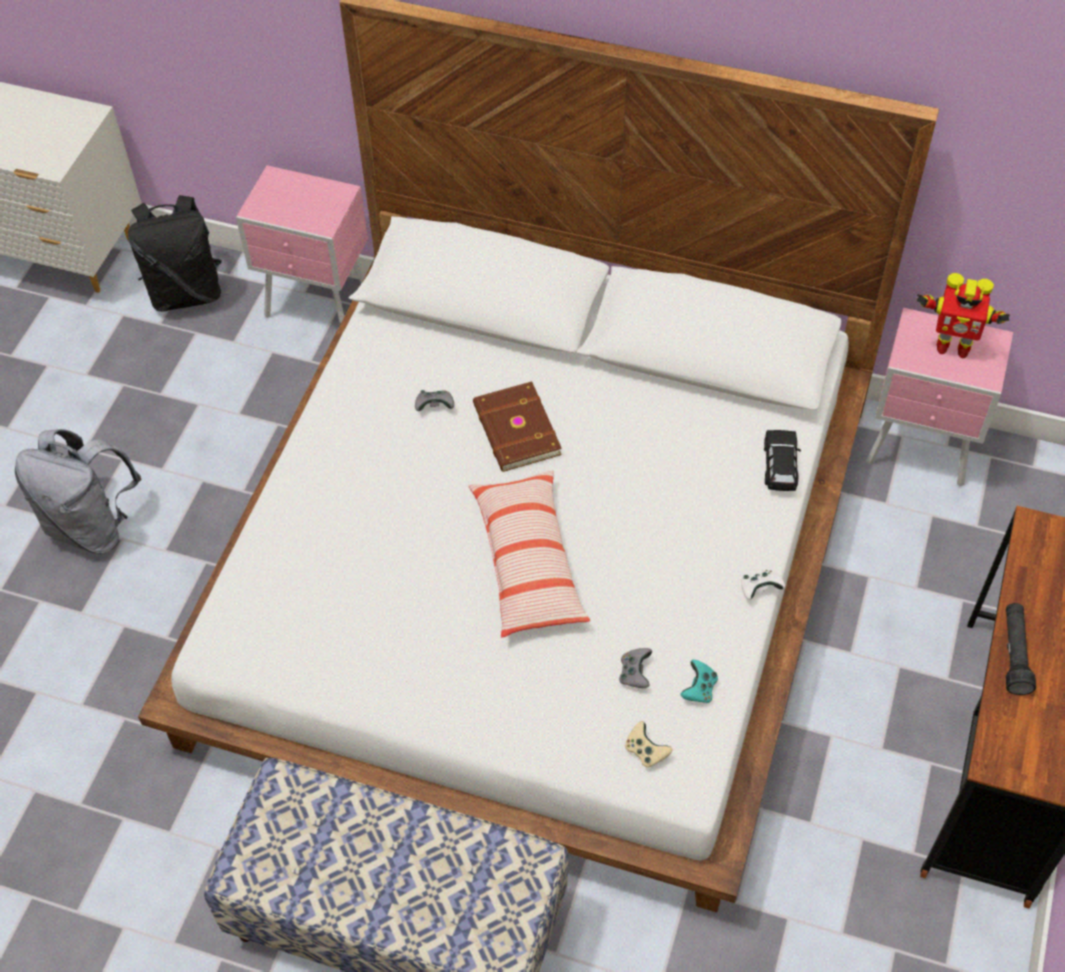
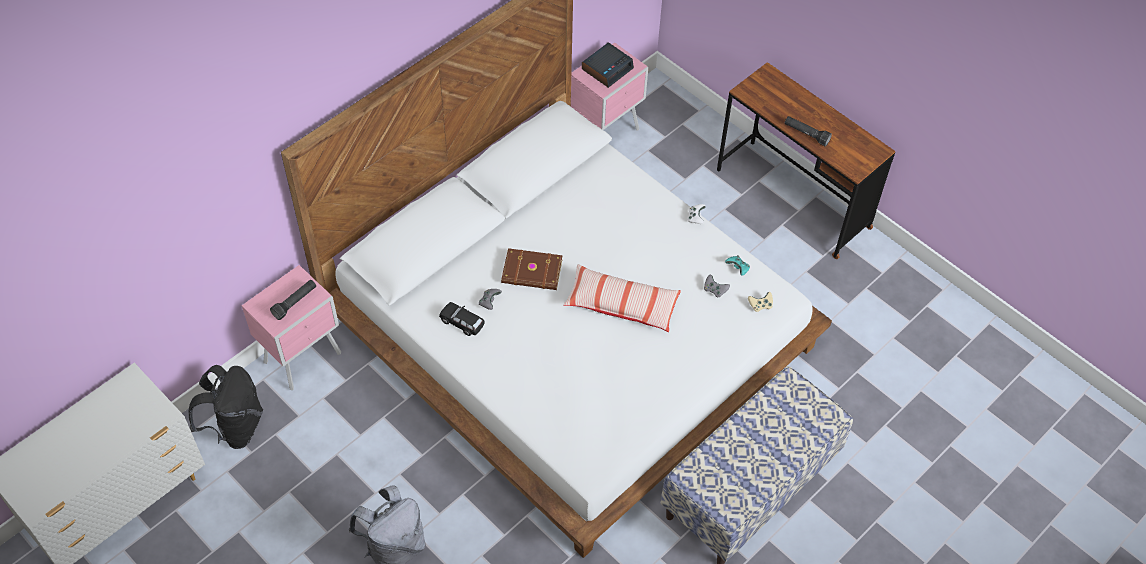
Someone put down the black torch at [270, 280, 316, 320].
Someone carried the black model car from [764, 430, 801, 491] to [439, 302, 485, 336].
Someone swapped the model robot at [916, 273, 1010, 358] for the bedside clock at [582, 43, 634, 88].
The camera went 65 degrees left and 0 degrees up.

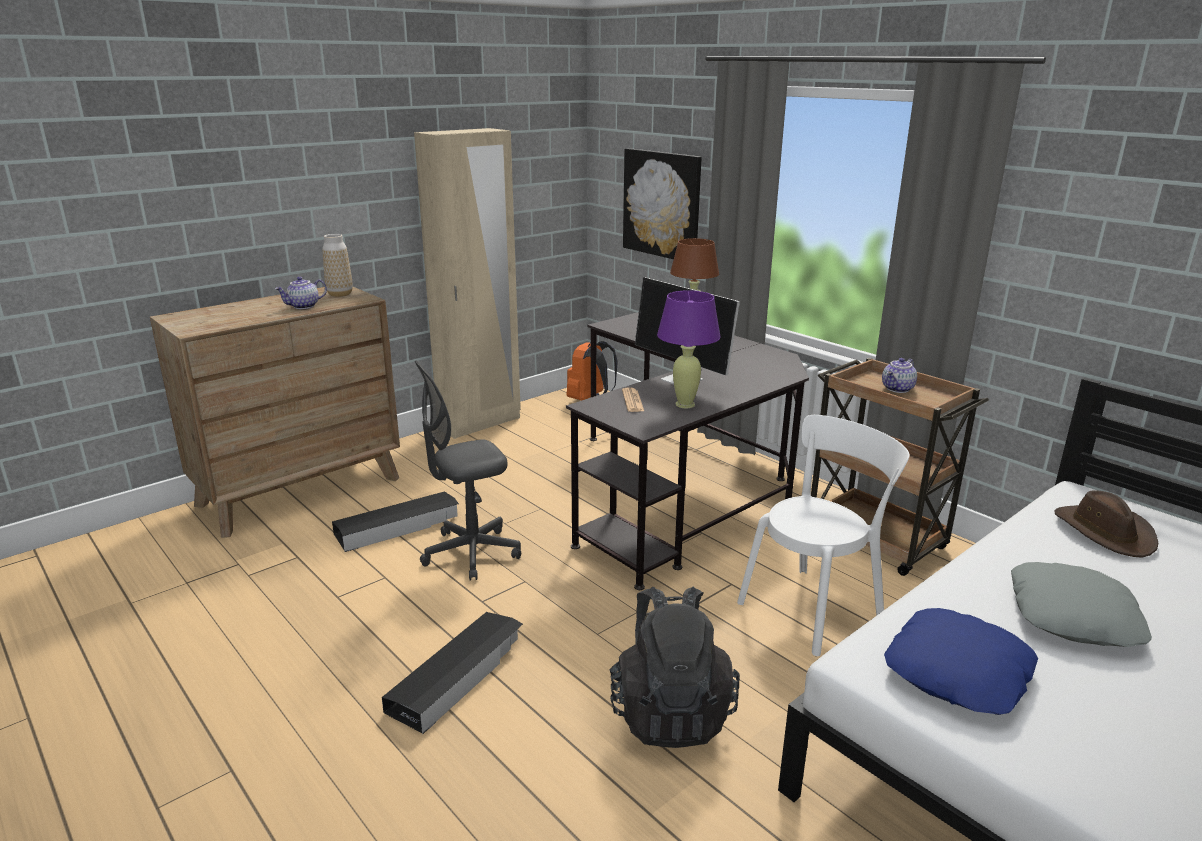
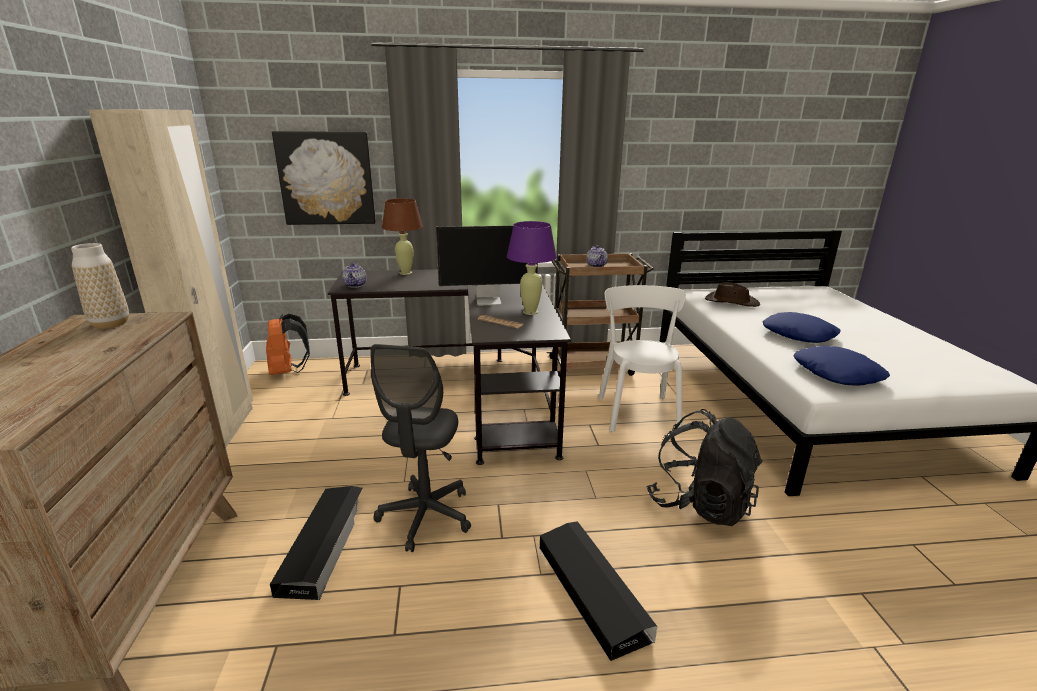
Someone carried the tea pot from [275, 277, 327, 309] to [342, 263, 367, 288].
Someone repainted the greyish throw pillow at [1011, 562, 1152, 647], which became the bluish throw pillow at [762, 312, 840, 343].
The camera went 55 degrees left and 0 degrees up.

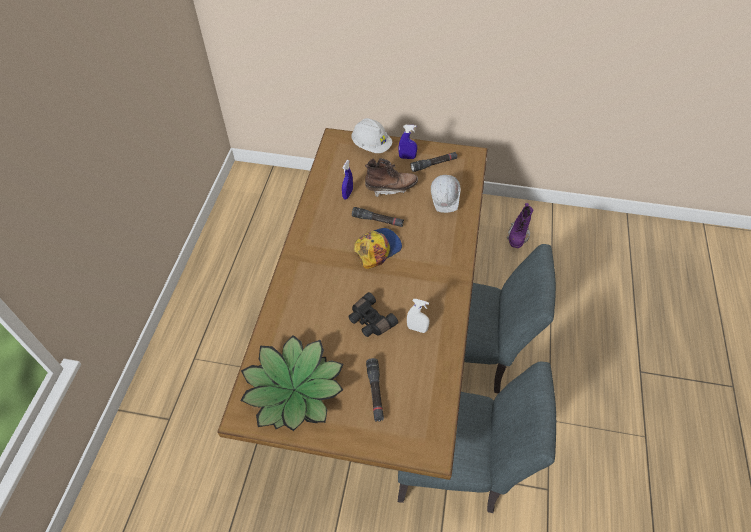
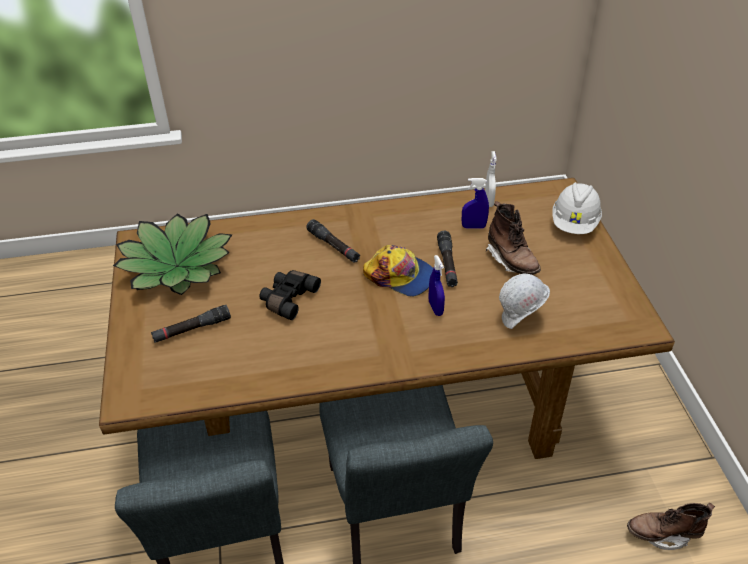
Someone carried the bluish sprayer from [399, 125, 417, 159] to [429, 255, 445, 316].
Someone carried the white-coloured sprayer from [407, 299, 430, 333] to [485, 151, 497, 207].
Someone carried the black torch from [410, 152, 458, 172] to [306, 219, 360, 263].
Someone repainted the purple-coloured boot at [507, 203, 533, 248], which became the brownish boot at [627, 502, 715, 550].
The camera went 70 degrees right and 10 degrees down.

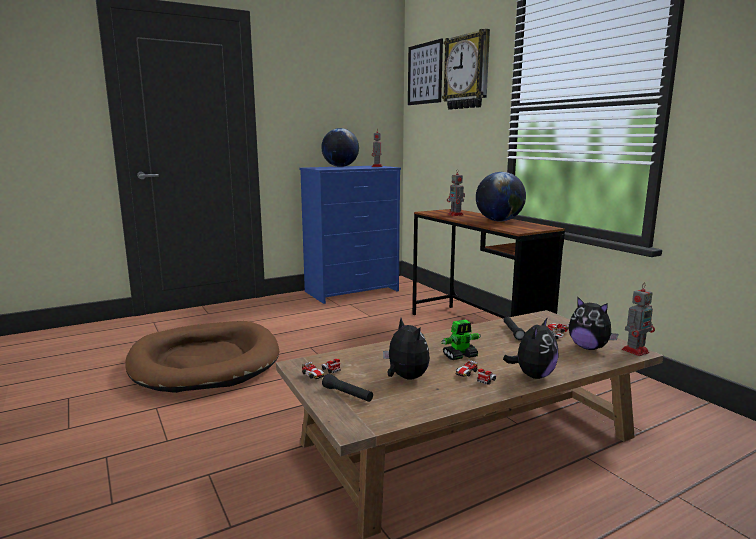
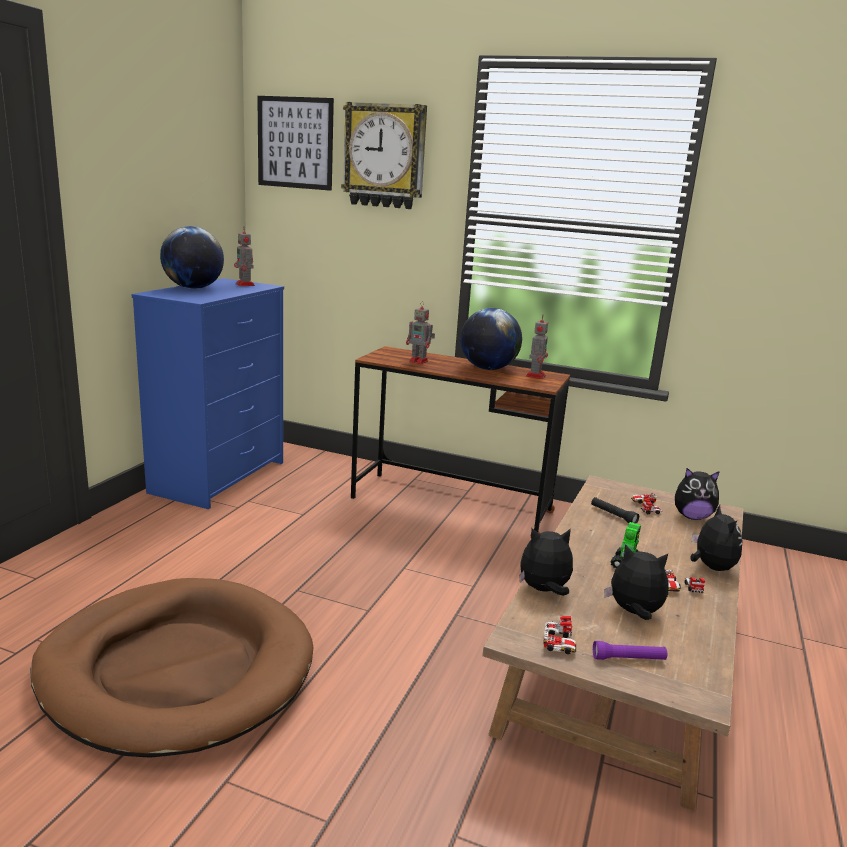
Someone put down the soft toy at [519, 528, 573, 596].
Someone carried the model robot from [622, 283, 655, 356] to [526, 315, 548, 379].
Someone repainted the black torch at [322, 374, 373, 402], which became the purple-coloured torch at [593, 641, 667, 660].
The camera went 40 degrees left and 5 degrees up.

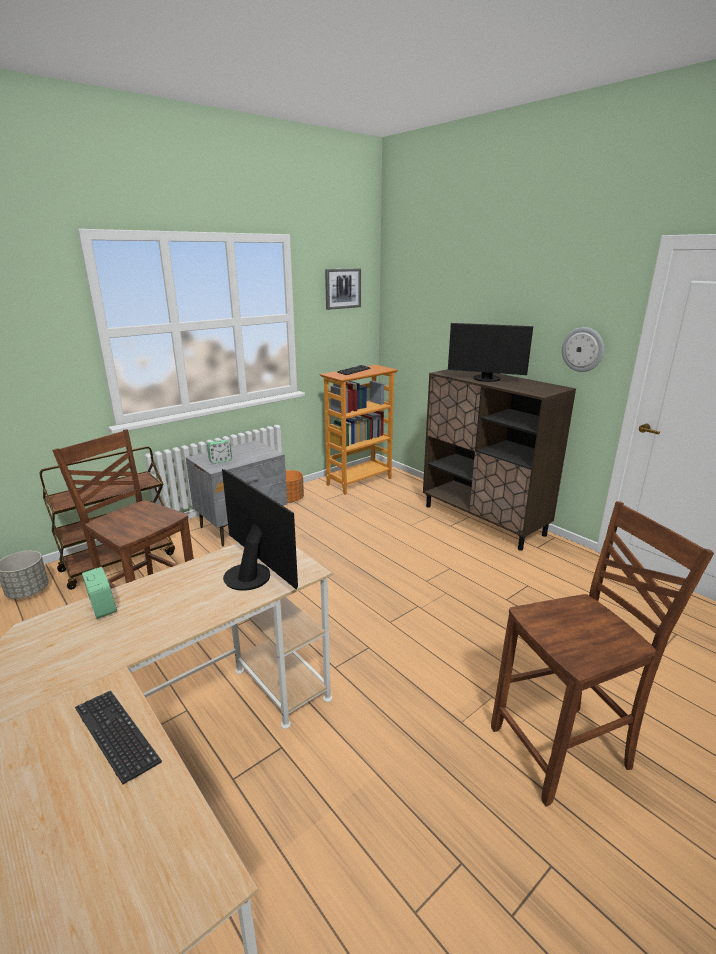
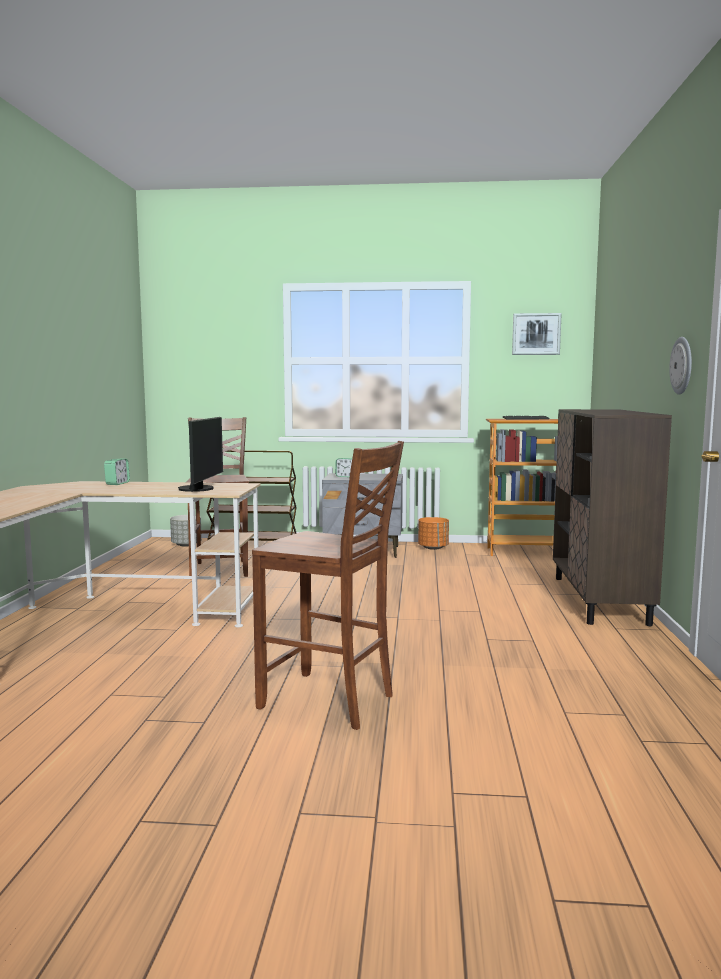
Someone took away the computer keyboard at [75, 691, 162, 784].
Someone took away the computer display at [448, 323, 533, 382].
The camera went 45 degrees right and 15 degrees down.

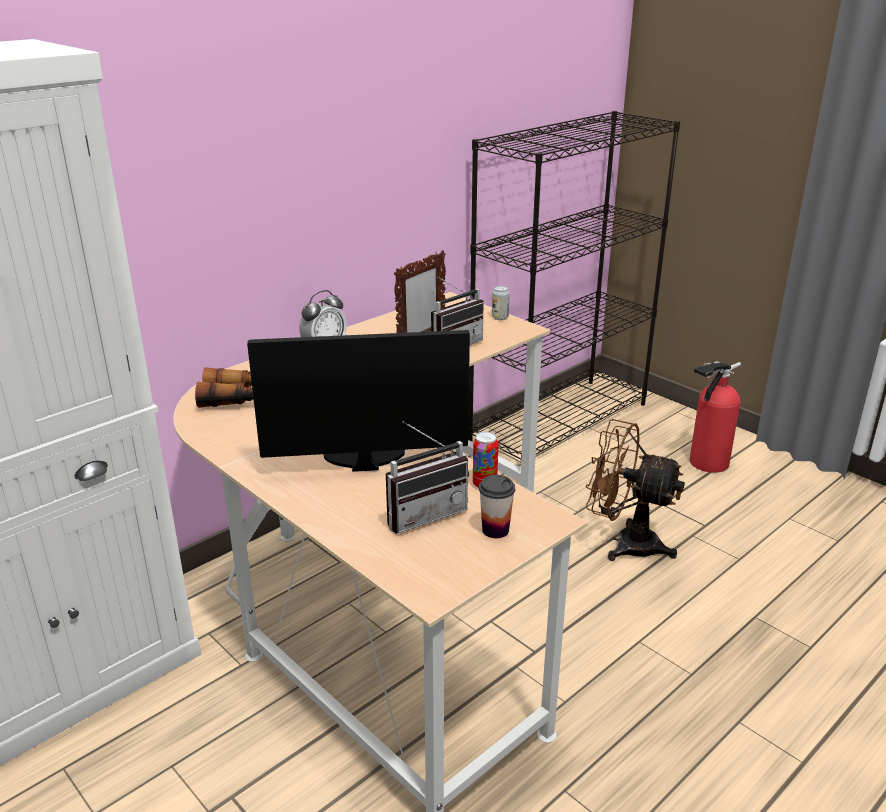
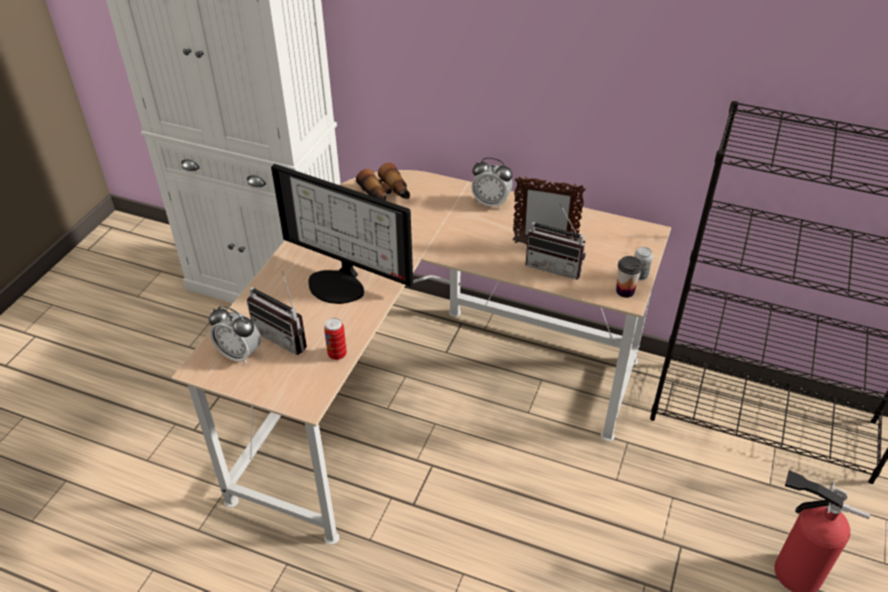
Someone took away the brownish fan at [586, 419, 685, 561].
Someone put down the bedside clock at [209, 306, 261, 364].
Someone carried the drinking cup from [479, 475, 515, 538] to [616, 256, 643, 298].
Someone rotated the computer display at [247, 330, 470, 472] by 150 degrees clockwise.
The camera went 65 degrees right and 15 degrees up.

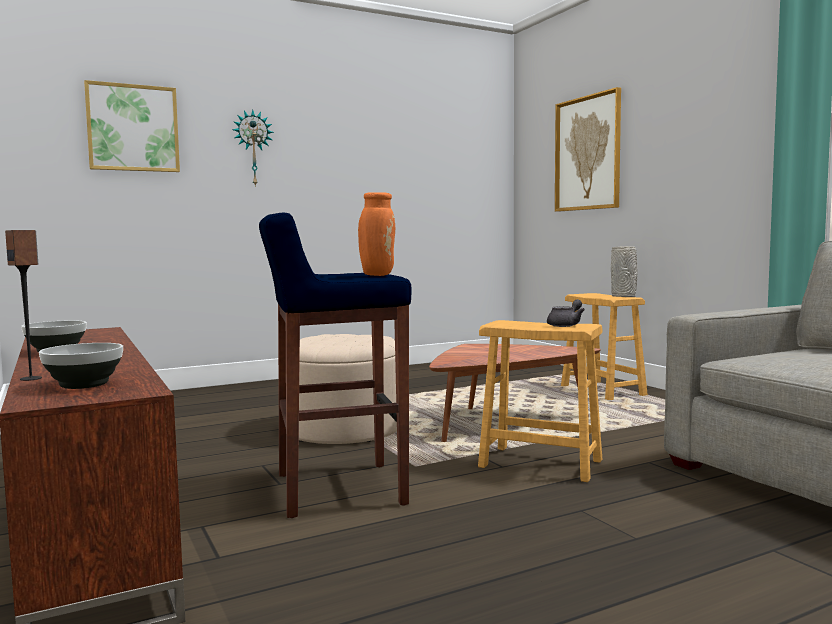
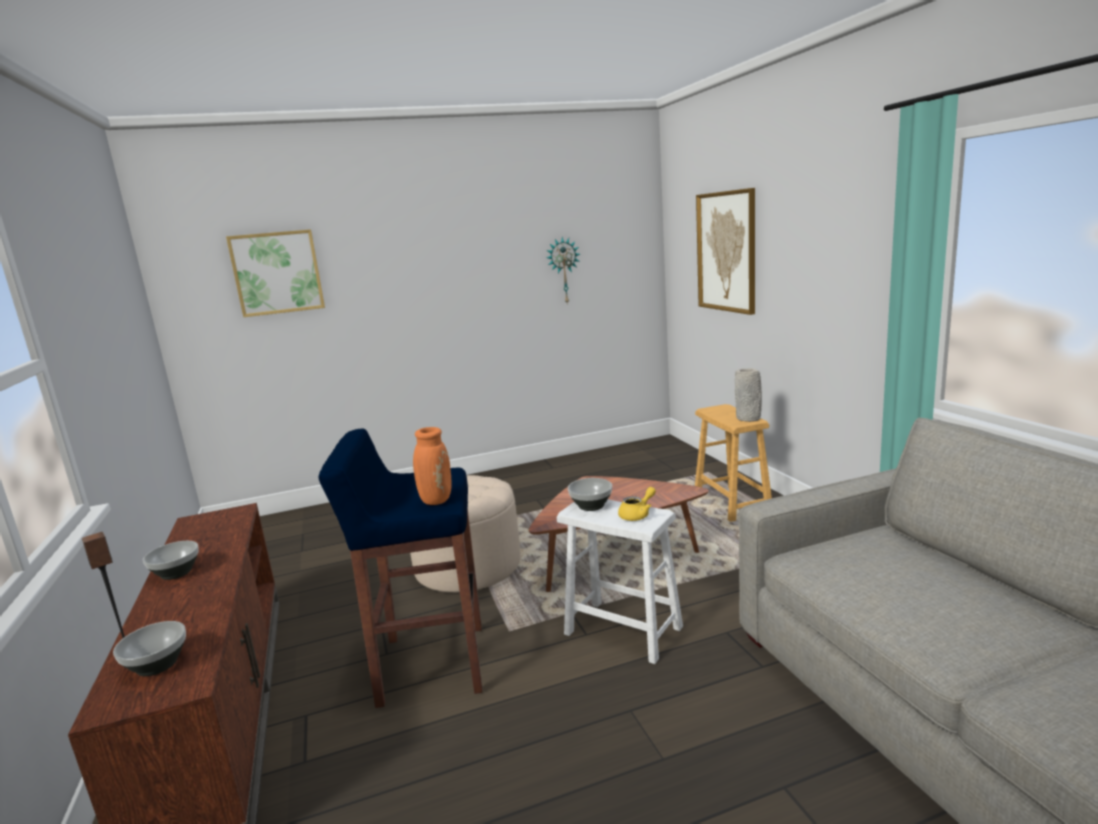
Someone put down the deep dish at [568, 478, 612, 511].
Someone carried the clock on the wall from [233, 110, 274, 187] to [547, 237, 580, 305].
Someone repainted the brownish sitting stool at [478, 320, 602, 482], which became the white-coloured sitting stool at [557, 499, 683, 664].
Someone repainted the greyish tea pot at [547, 299, 585, 327], which became the yellow-coloured tea pot at [618, 487, 656, 521].
The camera went 10 degrees right and 10 degrees up.

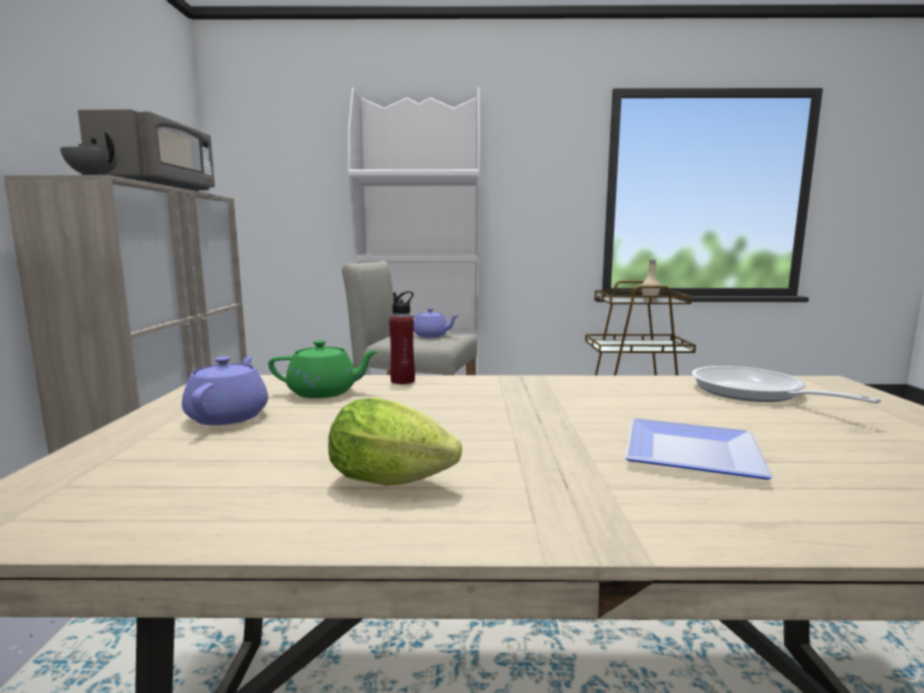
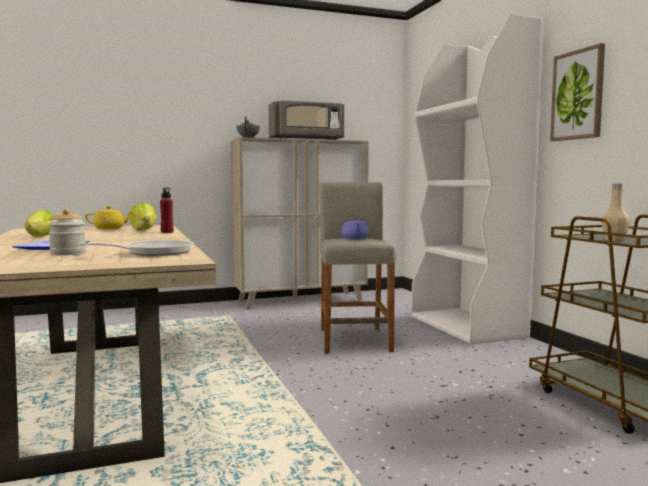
Someone put down the storage jar at [48, 209, 86, 255].
Someone put up the wall picture at [550, 43, 605, 141].
Someone swapped the green-coloured tea pot at [268, 340, 379, 398] for the head of lettuce at [130, 203, 157, 231].
Someone repainted the purple-coloured tea pot at [182, 356, 268, 425], which became the yellow-coloured tea pot at [85, 206, 131, 229].
The camera went 70 degrees right and 5 degrees down.

